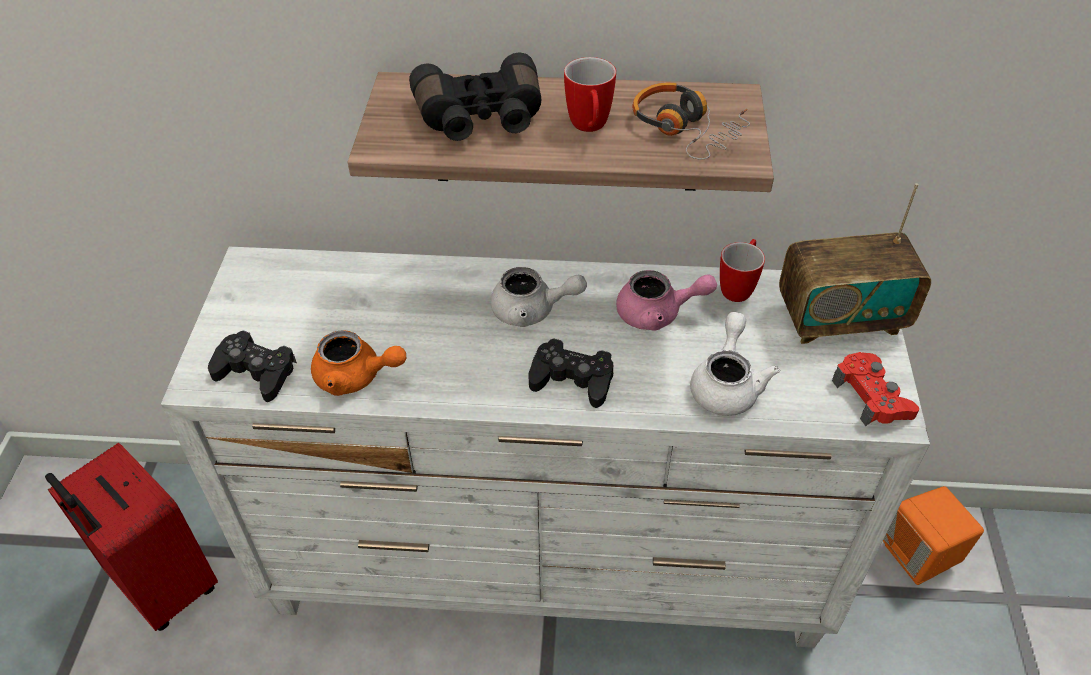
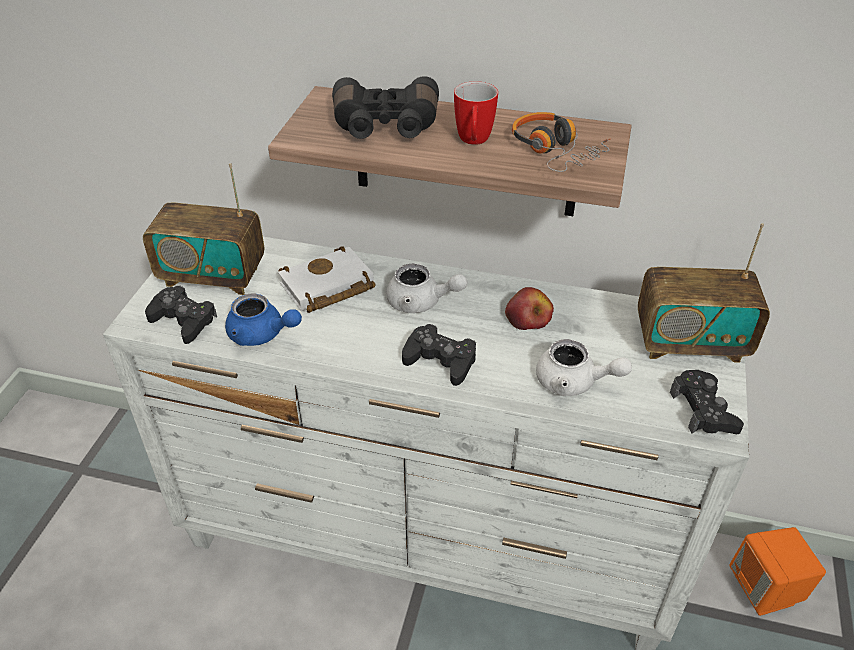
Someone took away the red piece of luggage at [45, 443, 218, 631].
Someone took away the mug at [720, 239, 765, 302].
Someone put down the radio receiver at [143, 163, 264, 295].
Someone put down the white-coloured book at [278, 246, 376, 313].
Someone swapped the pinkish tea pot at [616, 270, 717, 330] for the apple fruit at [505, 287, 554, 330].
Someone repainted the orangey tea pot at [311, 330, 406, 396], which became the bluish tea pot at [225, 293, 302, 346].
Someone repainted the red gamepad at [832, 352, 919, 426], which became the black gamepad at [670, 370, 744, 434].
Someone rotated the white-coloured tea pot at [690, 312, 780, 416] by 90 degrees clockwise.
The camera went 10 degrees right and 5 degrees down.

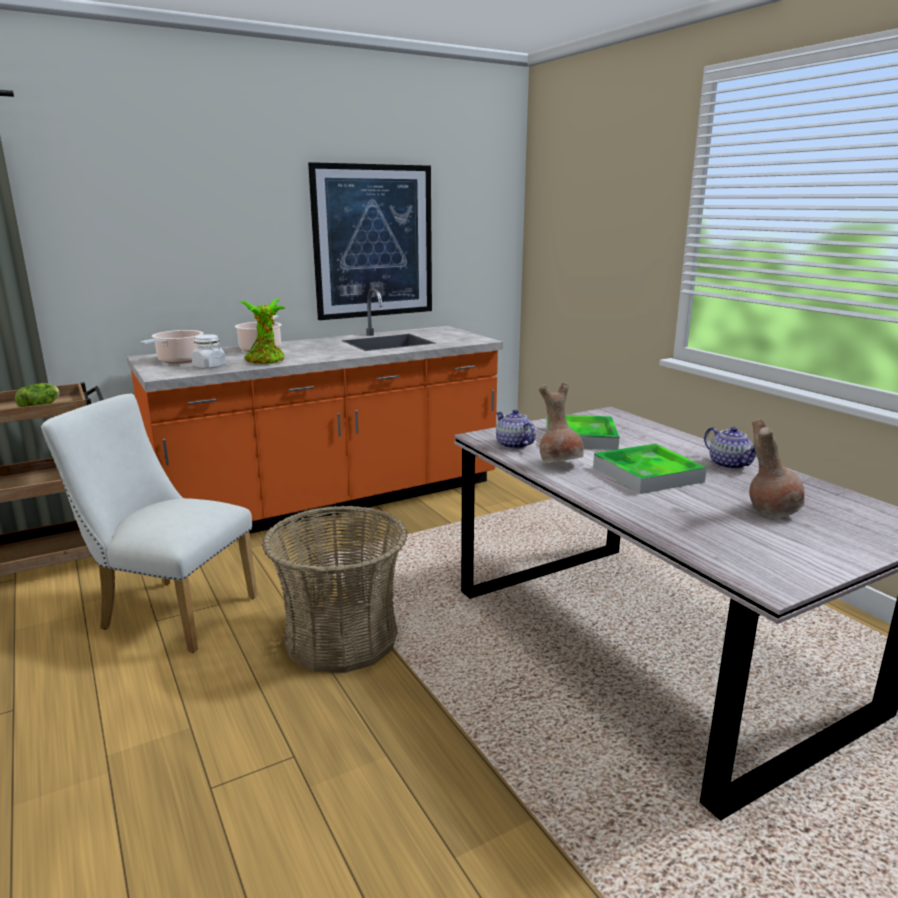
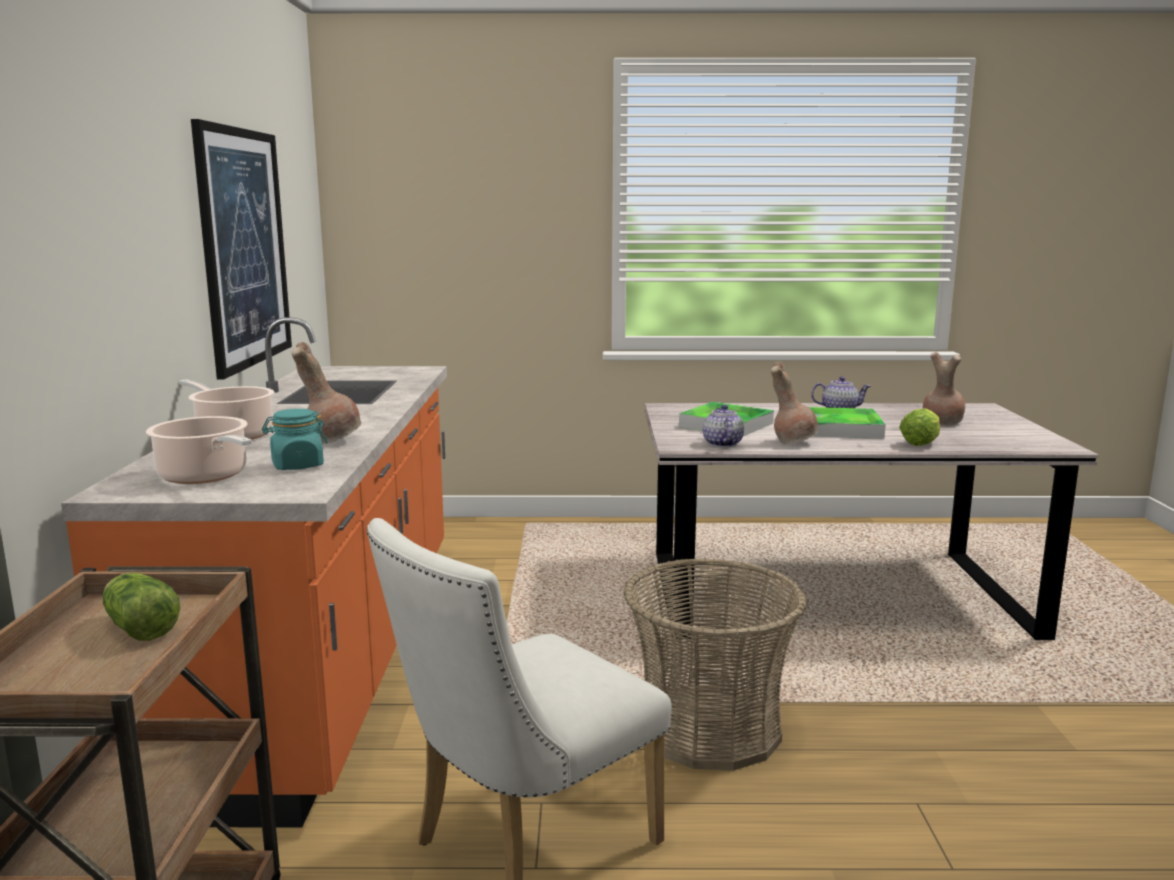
Someone put down the head of lettuce at [899, 408, 940, 446].
Someone swapped the potted plant at [238, 298, 286, 364] for the brownish decorative vase at [291, 342, 362, 444].
Someone repainted the white-coloured storage jar at [192, 334, 226, 368], which became the blue-green storage jar at [262, 409, 328, 470].
Someone rotated the tea pot at [496, 410, 536, 449] by 90 degrees clockwise.
The camera went 60 degrees left and 5 degrees down.

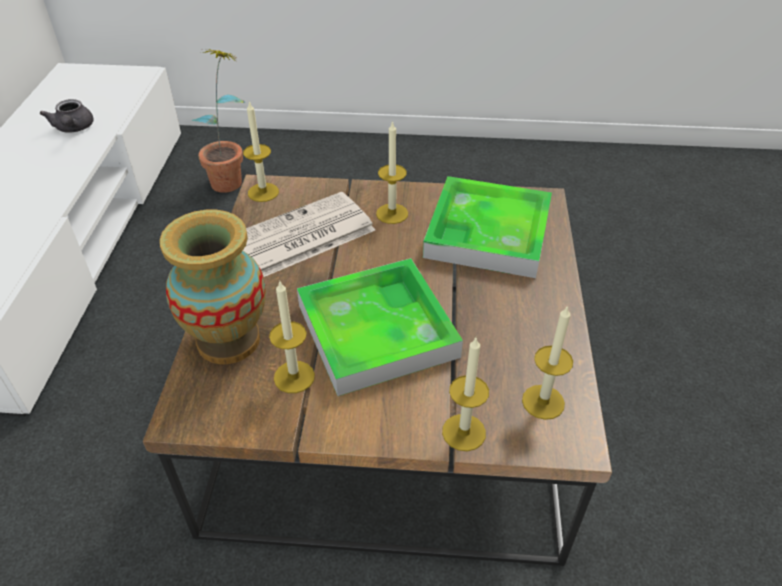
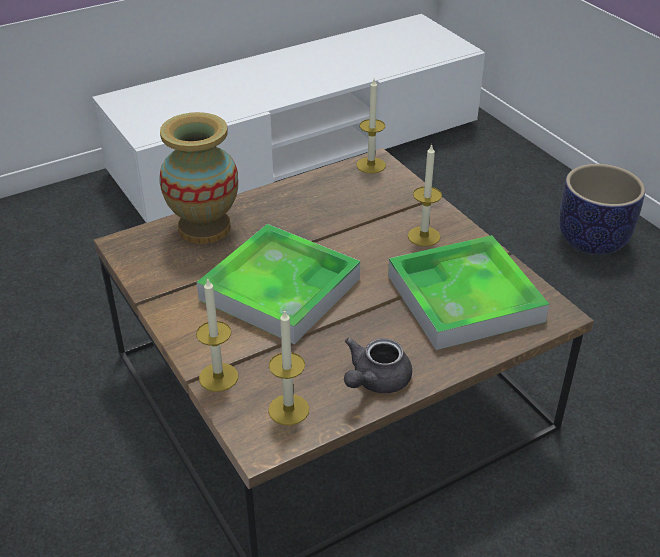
Someone took away the potted plant at [192, 49, 245, 193].
Someone took away the printed paper at [243, 192, 375, 277].
Someone took away the wax candle at [269, 280, 315, 393].
Someone put down the planter at [559, 164, 645, 255].
Someone carried the greyish tea pot from [40, 99, 94, 132] to [344, 338, 412, 393].
The camera went 55 degrees right and 5 degrees down.

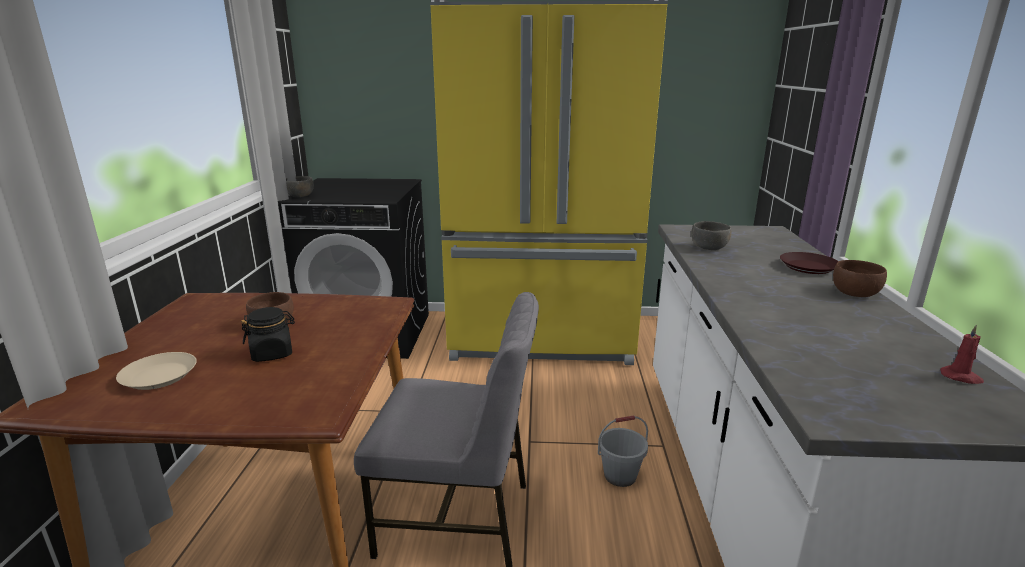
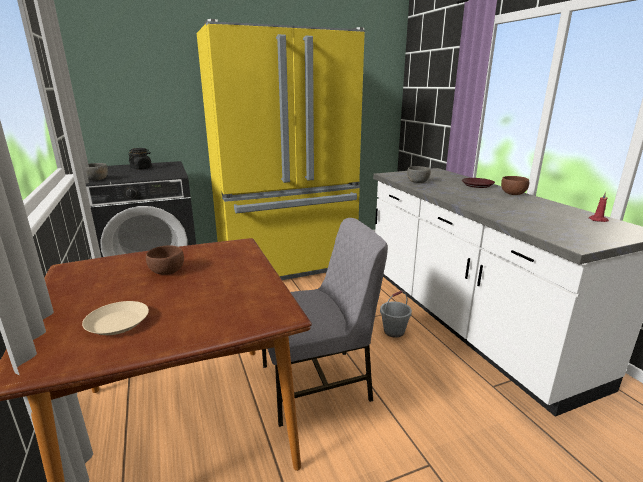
Someone carried the black storage jar from [241, 307, 295, 362] to [128, 148, 152, 169].
The camera went 25 degrees left and 0 degrees up.

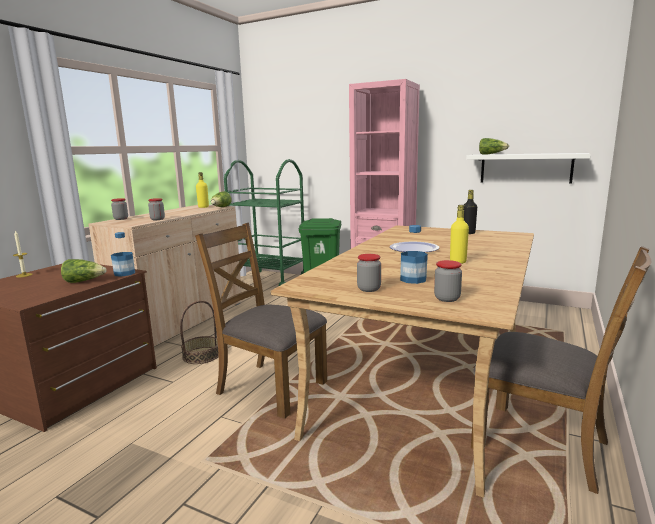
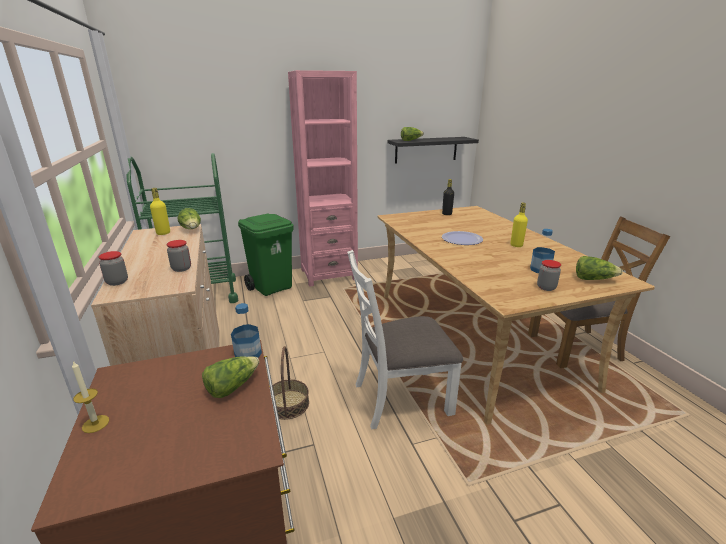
Someone swapped the storage jar at [434, 260, 462, 302] for the head of lettuce at [576, 256, 623, 280].
Someone repainted the brownish upright chair at [195, 223, 327, 419], which became the white-coloured upright chair at [347, 250, 463, 429].
Someone repainted the white-coloured shelf at [466, 153, 591, 184], which became the black shelf at [387, 137, 479, 164].
The camera went 45 degrees left and 10 degrees up.

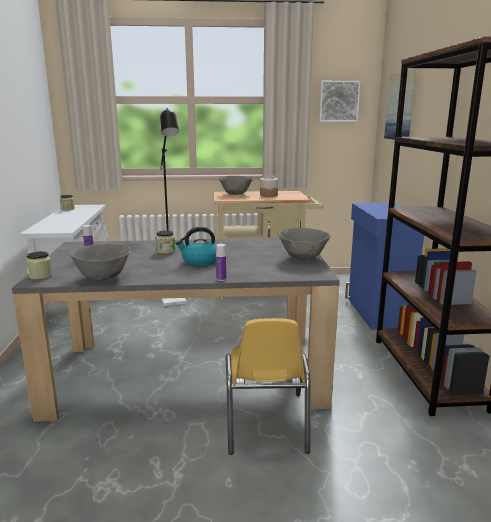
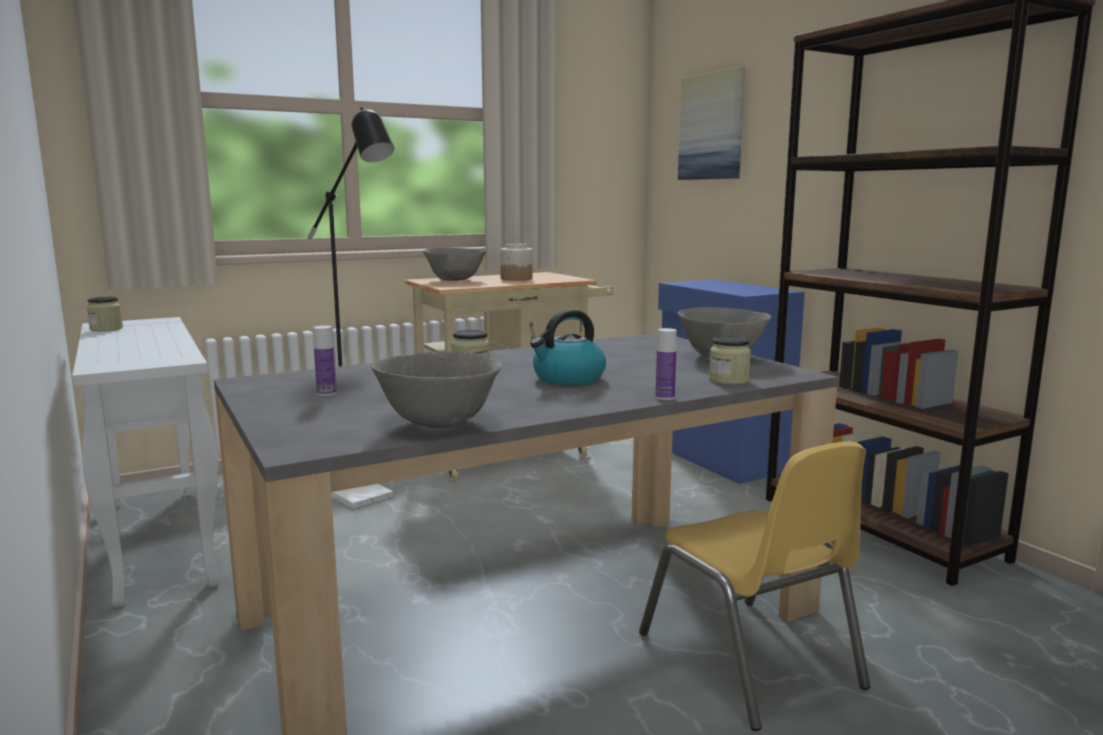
Someone took away the wall picture at [319, 81, 360, 122].
Someone carried the storage jar from [26, 251, 52, 280] to [709, 336, 751, 385].
The camera went 25 degrees left and 5 degrees down.

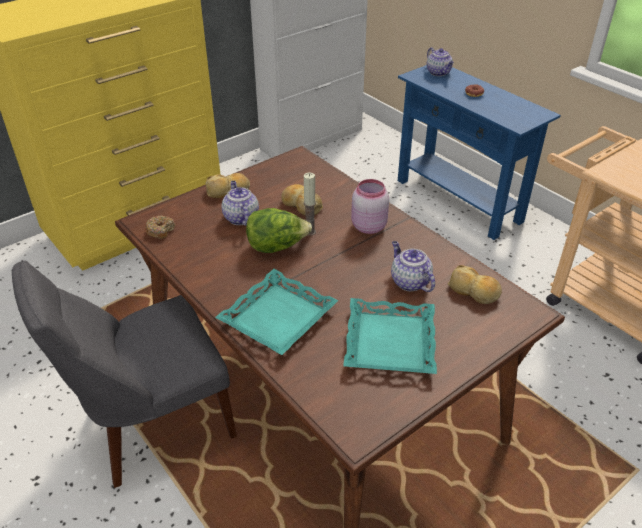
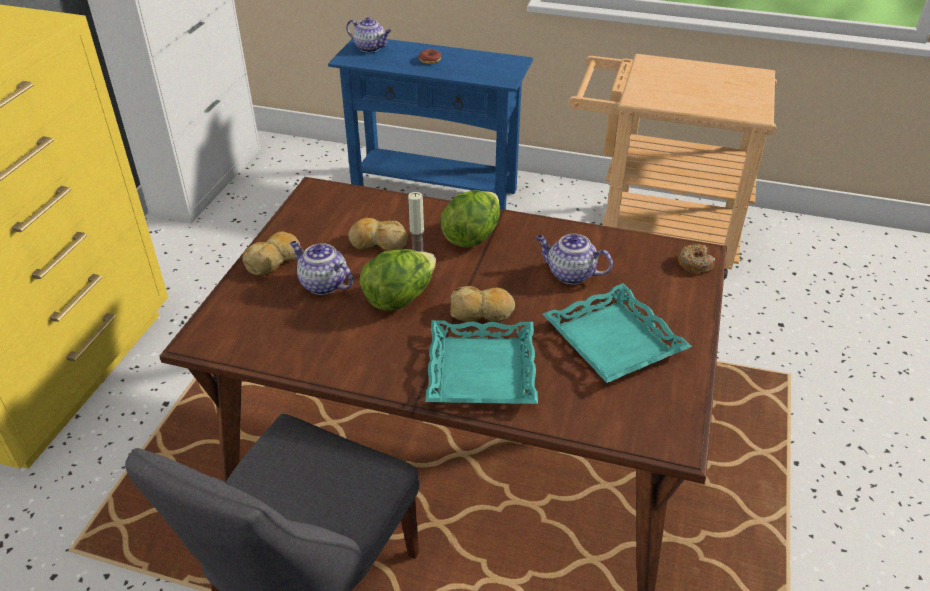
Someone carried the doughnut from [145, 215, 175, 239] to [678, 244, 715, 274].
Someone carried the bread from [448, 265, 502, 304] to [450, 286, 515, 322].
Someone swapped the pinkish storage jar at [351, 179, 389, 234] for the head of lettuce at [440, 190, 500, 248].
The camera went 35 degrees left and 0 degrees up.

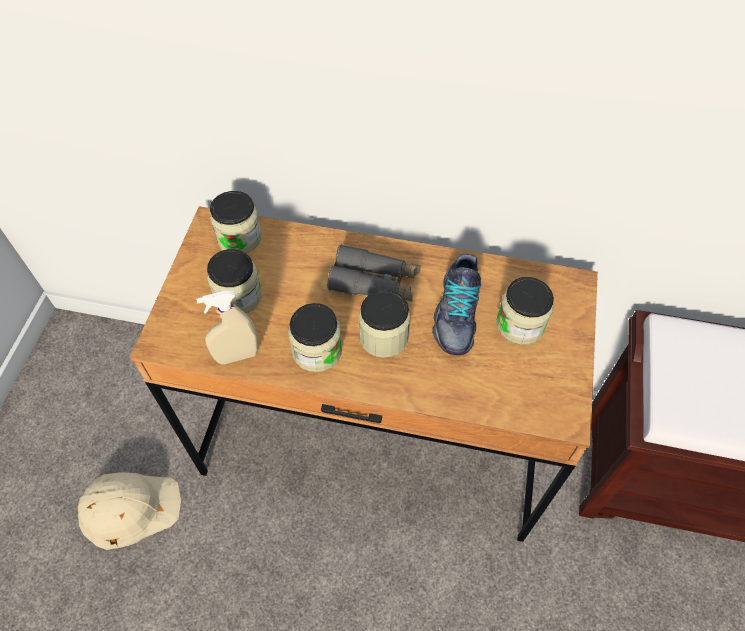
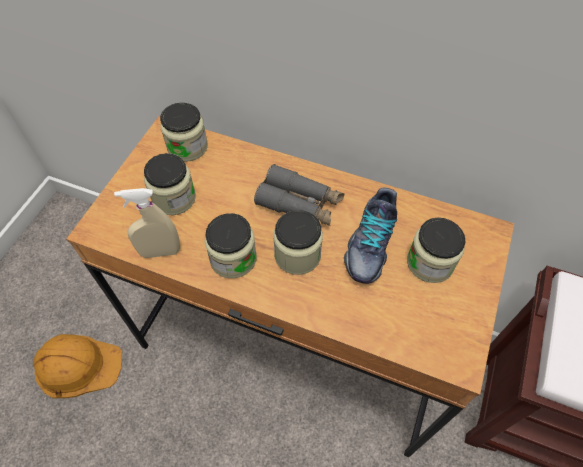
Someone repainted the beige safety helmet at [78, 472, 182, 550], which became the orangey safety helmet at [33, 334, 122, 398].
The camera went 10 degrees right and 0 degrees up.

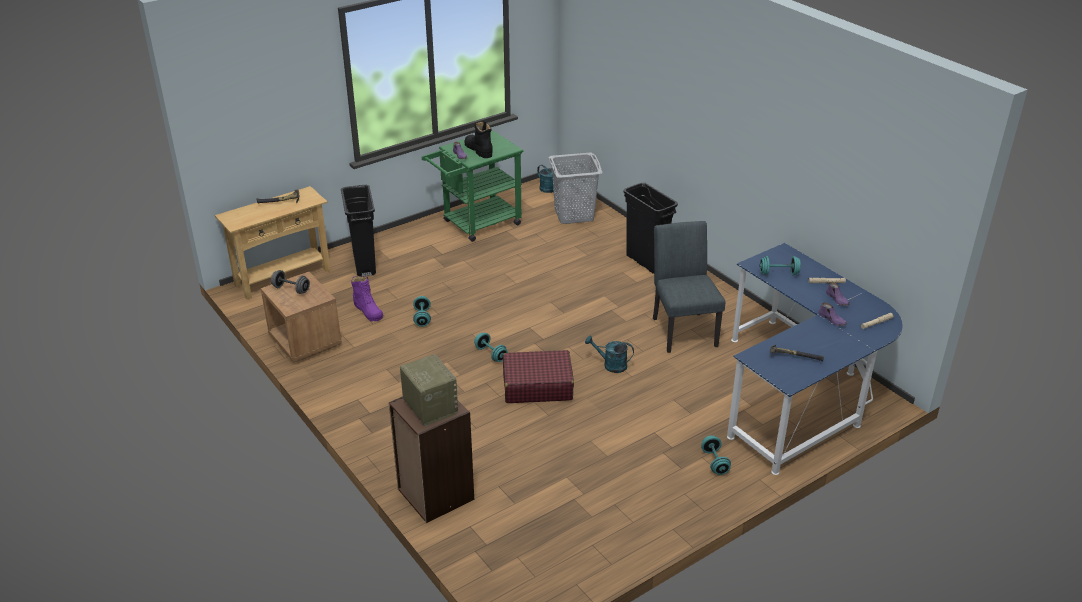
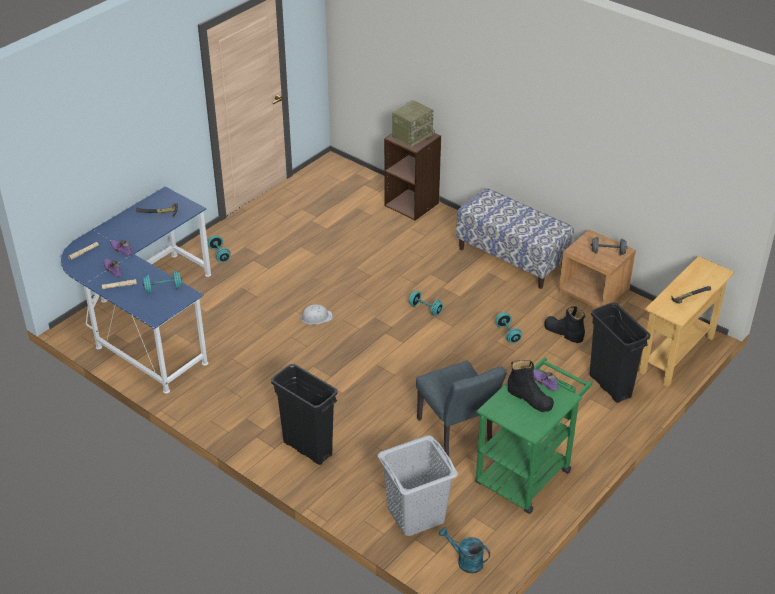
Someone took away the red piece of luggage at [503, 350, 574, 403].
Someone put down the long seat at [456, 188, 574, 289].
Someone carried the greyish upright chair from [653, 221, 725, 353] to [416, 361, 507, 457].
Someone swapped the blue-green watering can at [585, 336, 634, 373] for the white-coloured safety helmet at [300, 305, 333, 325].
Someone repainted the purple-coloured boot at [351, 276, 383, 322], which became the black boot at [544, 306, 586, 343].
Someone rotated the radio receiver at [400, 354, 458, 426] by 90 degrees counterclockwise.
The camera went 165 degrees right and 5 degrees up.

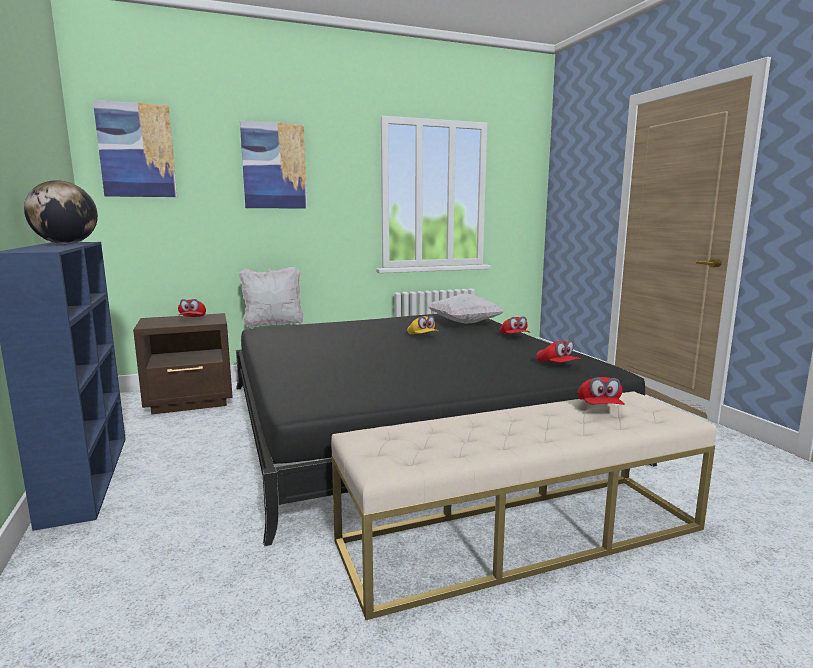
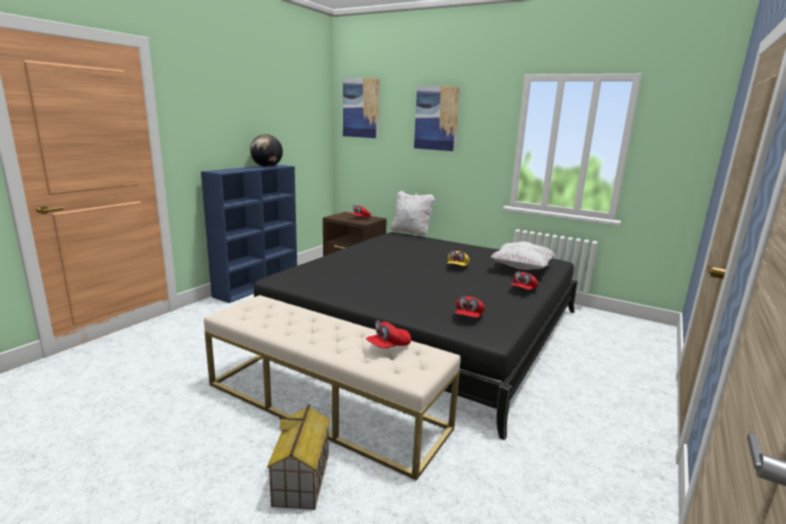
Someone put down the model house at [267, 404, 330, 510].
The camera went 50 degrees right and 5 degrees up.

